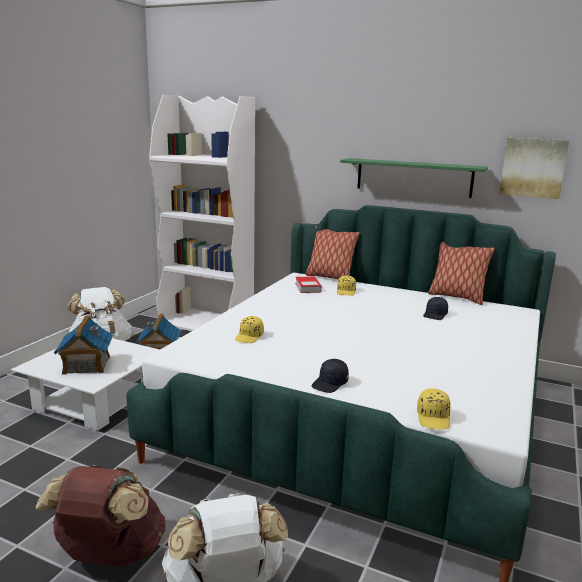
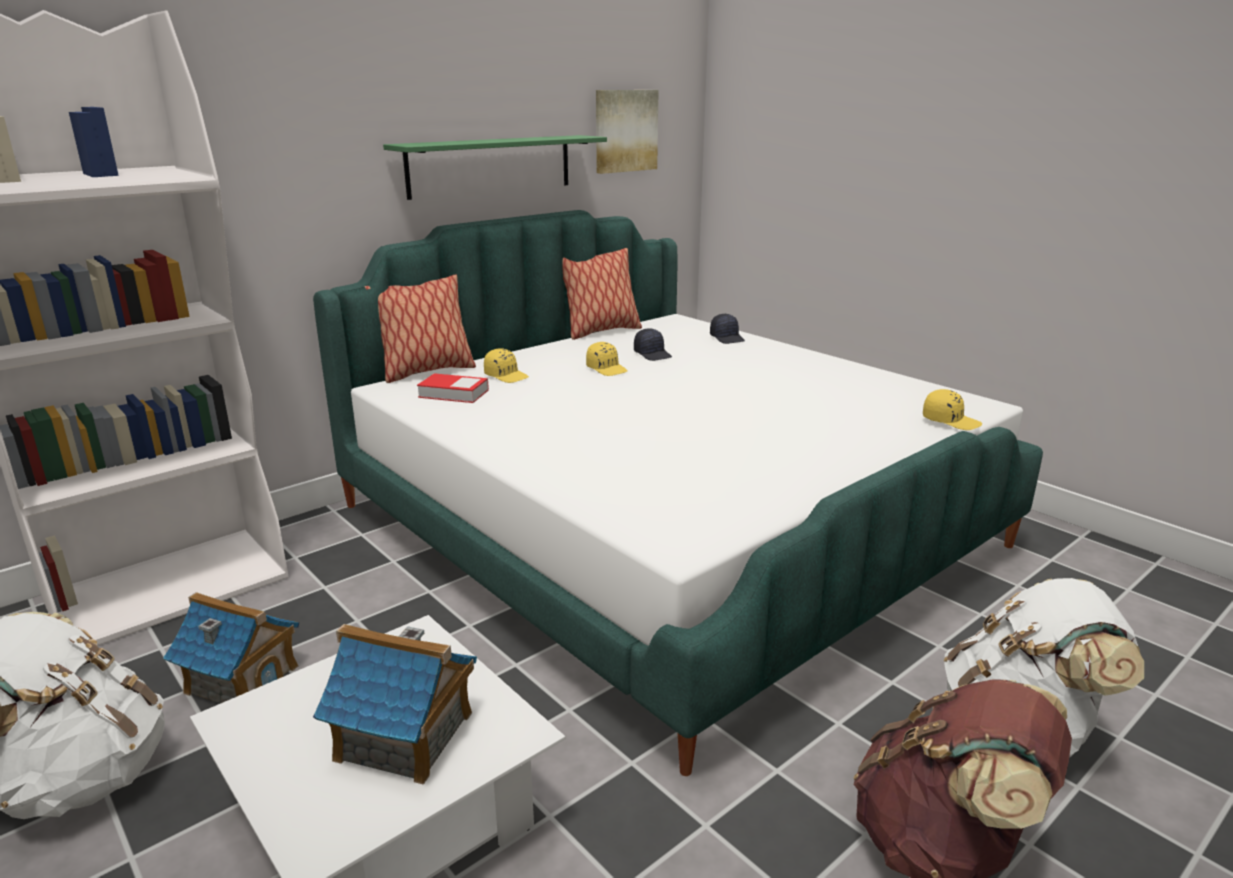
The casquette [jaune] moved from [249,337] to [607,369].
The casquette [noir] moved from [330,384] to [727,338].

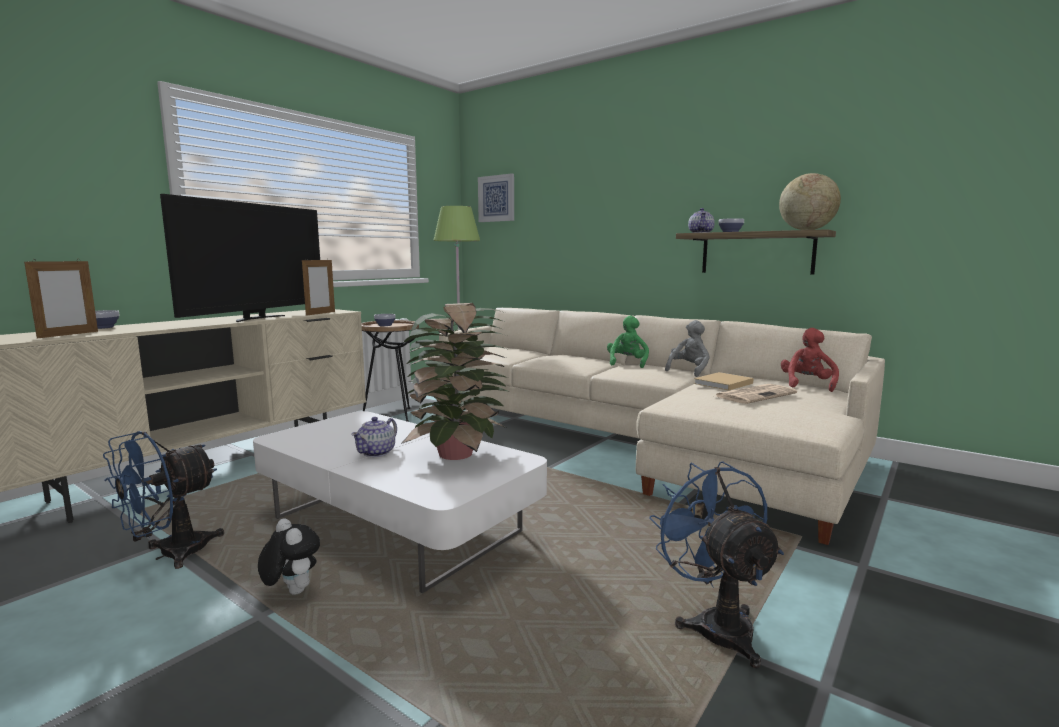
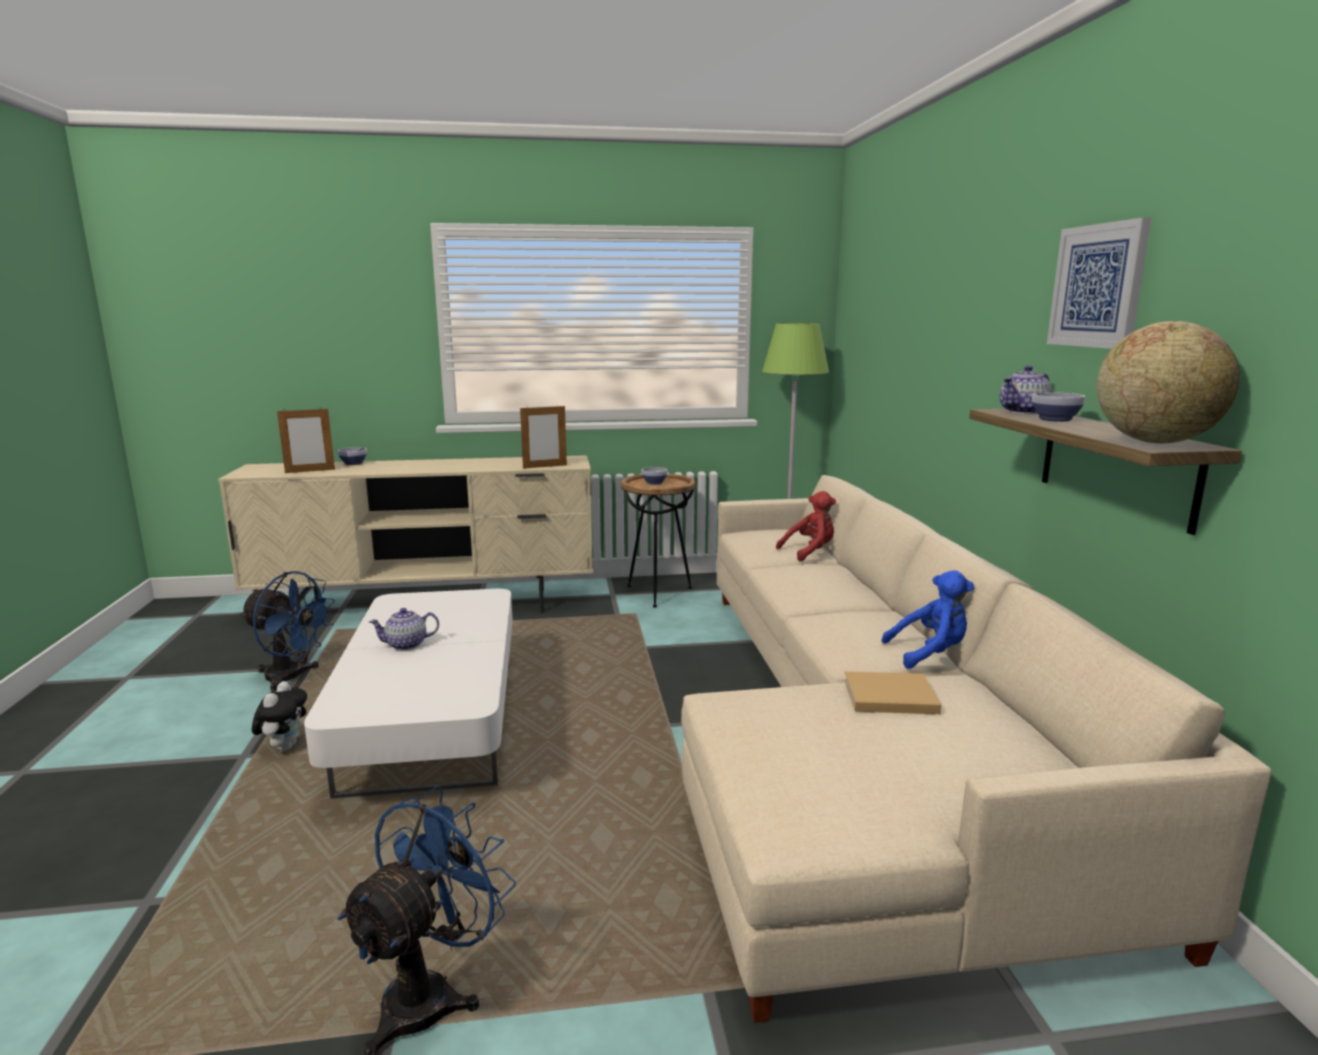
The ventilateur [bleu] at [170,554] turned 150 degrees counterclockwise.
The peluche [rouge] moved from [807,385] to [810,552].
The peluche [gris] at [688,371] became the peluche [bleu] at [930,654].
The tableau moved from [496,198] to [1098,286].
The téléviseur at [257,318] disappeared.
The plante en pot at [457,455] disappeared.
The peluche [vert] at [627,363] disappeared.
The journal at [755,395] disappeared.

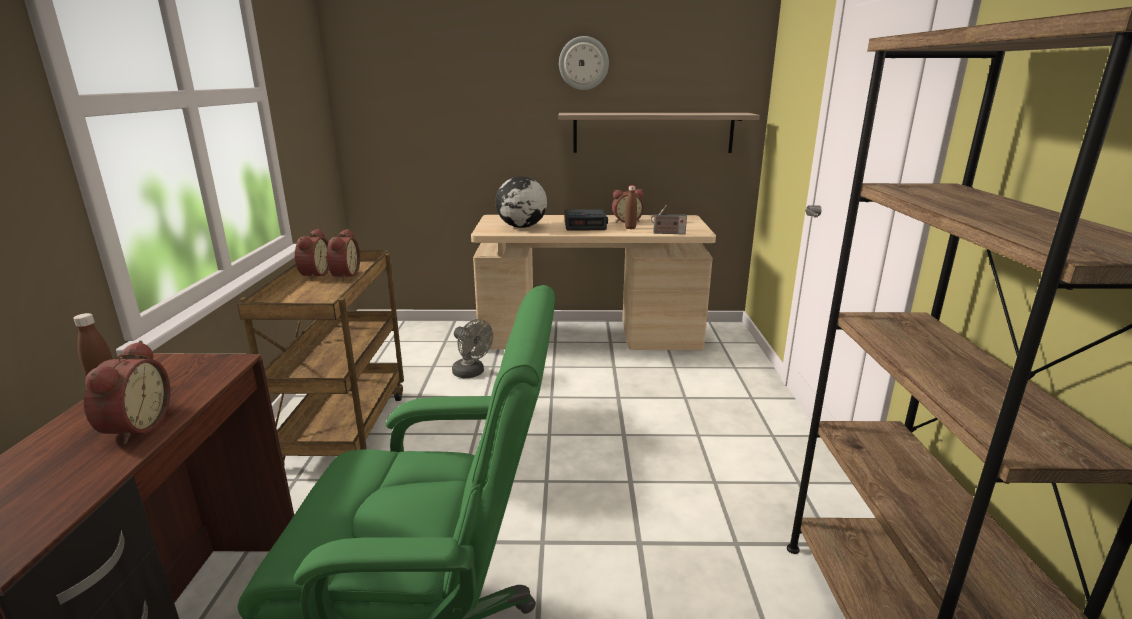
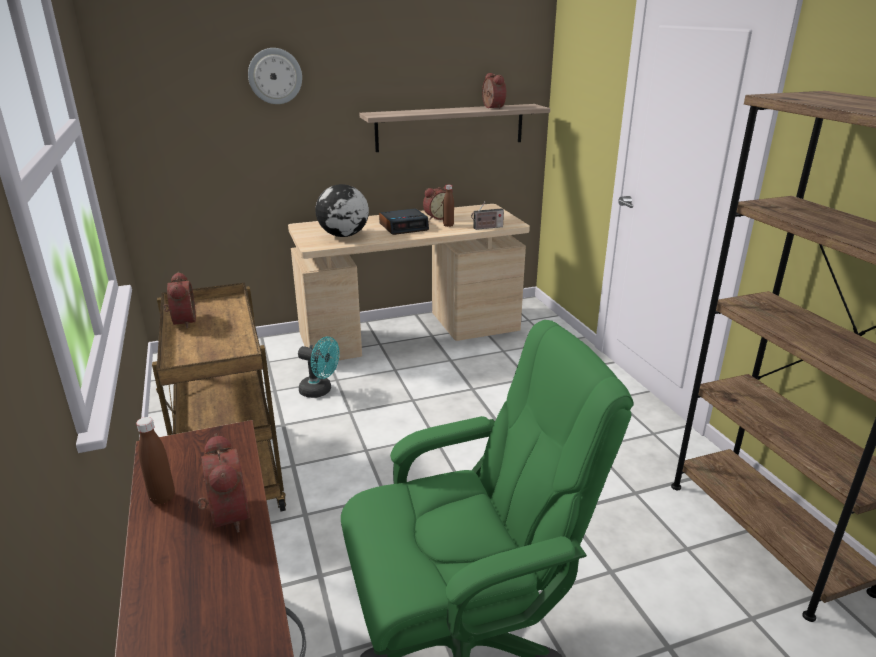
The horloge murale moved from [583,63] to [275,76].
The ventilateur [gris] at [472,373] became the ventilateur [turquoise] at [320,391].
The réveil moved from [344,275] to [491,107].

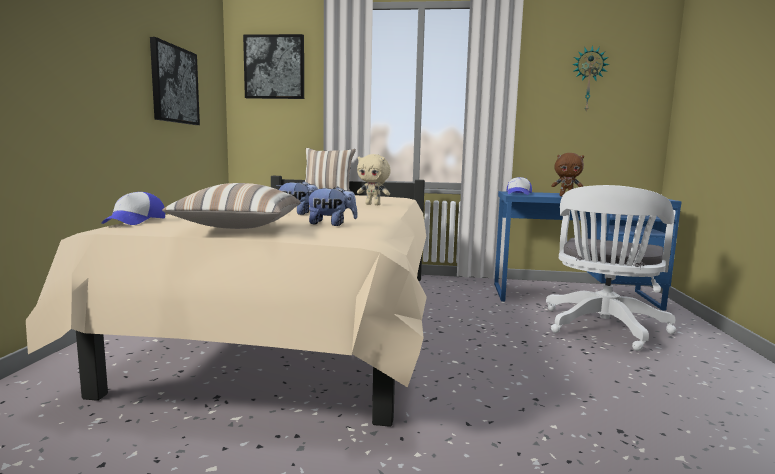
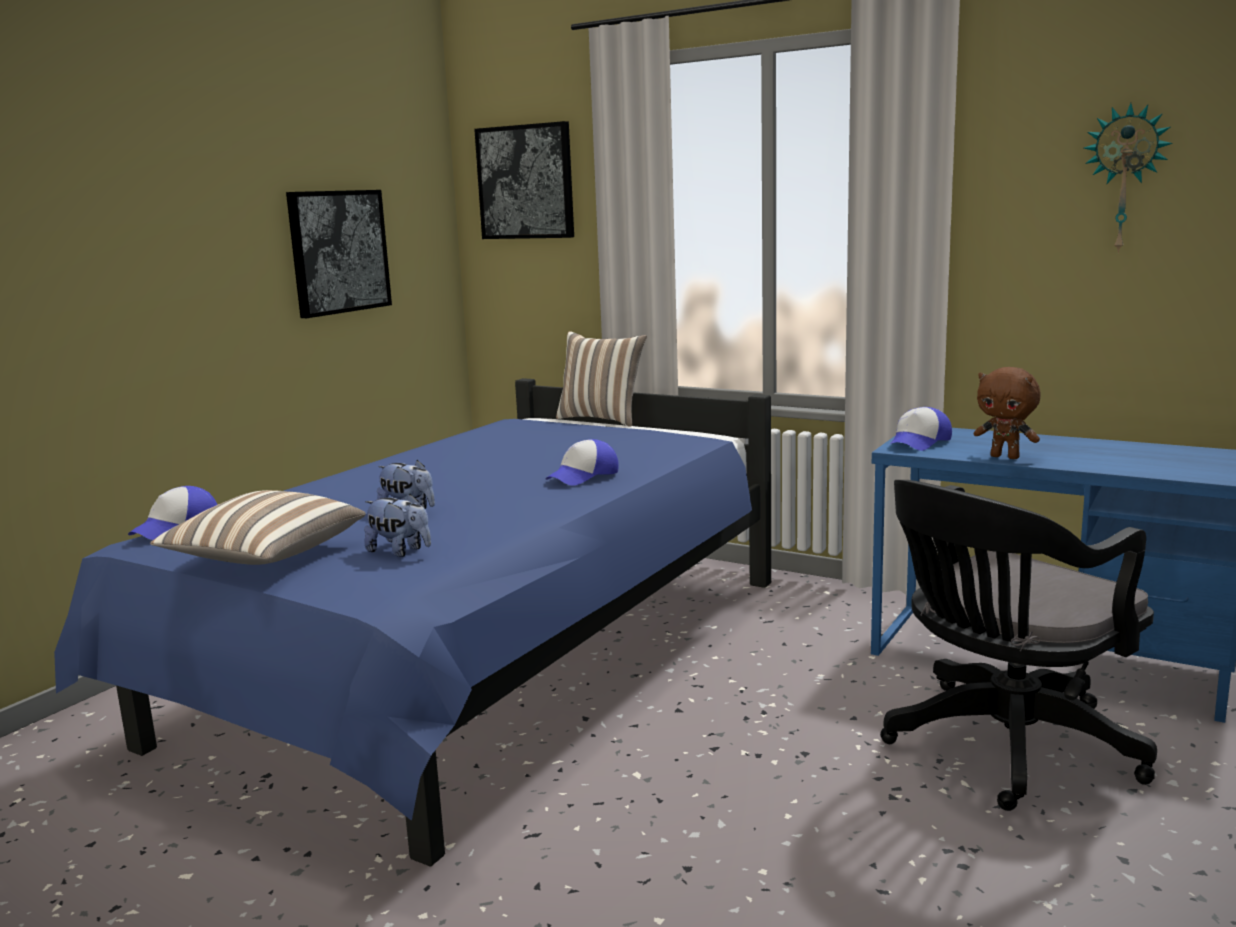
The lit [beige] at [305,324] became the lit [bleu] at [482,664].
The peluche [beige] at [373,204] was replaced by the casquette at [583,476].
The chaise de bureau [blanc] at [603,328] became the chaise de bureau [noir] at [1003,748].

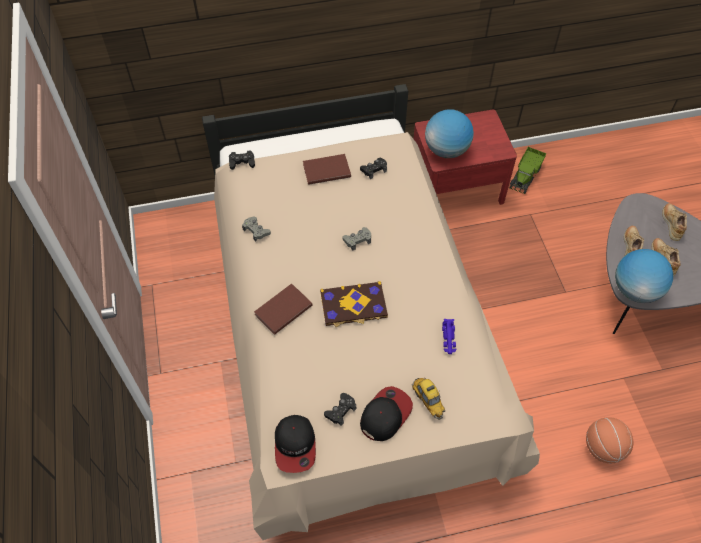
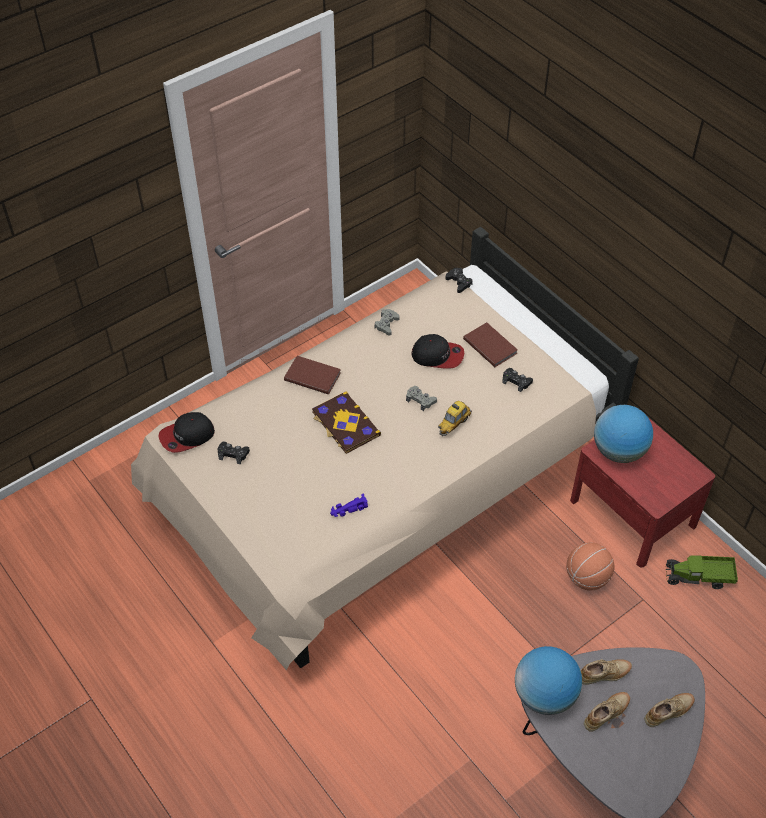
The casquette moved from [385,414] to [437,355].
The petite voiture moved from [428,400] to [454,424].
The ballon de basket moved from [603,447] to [587,577].

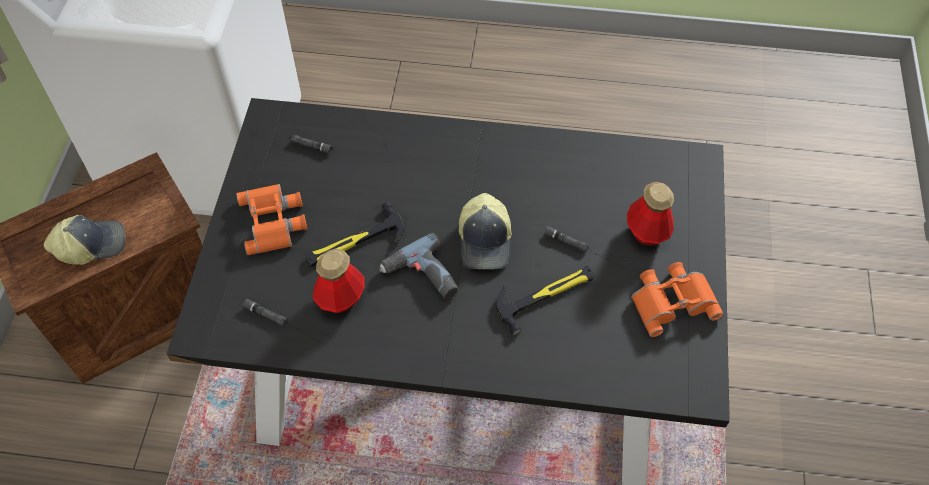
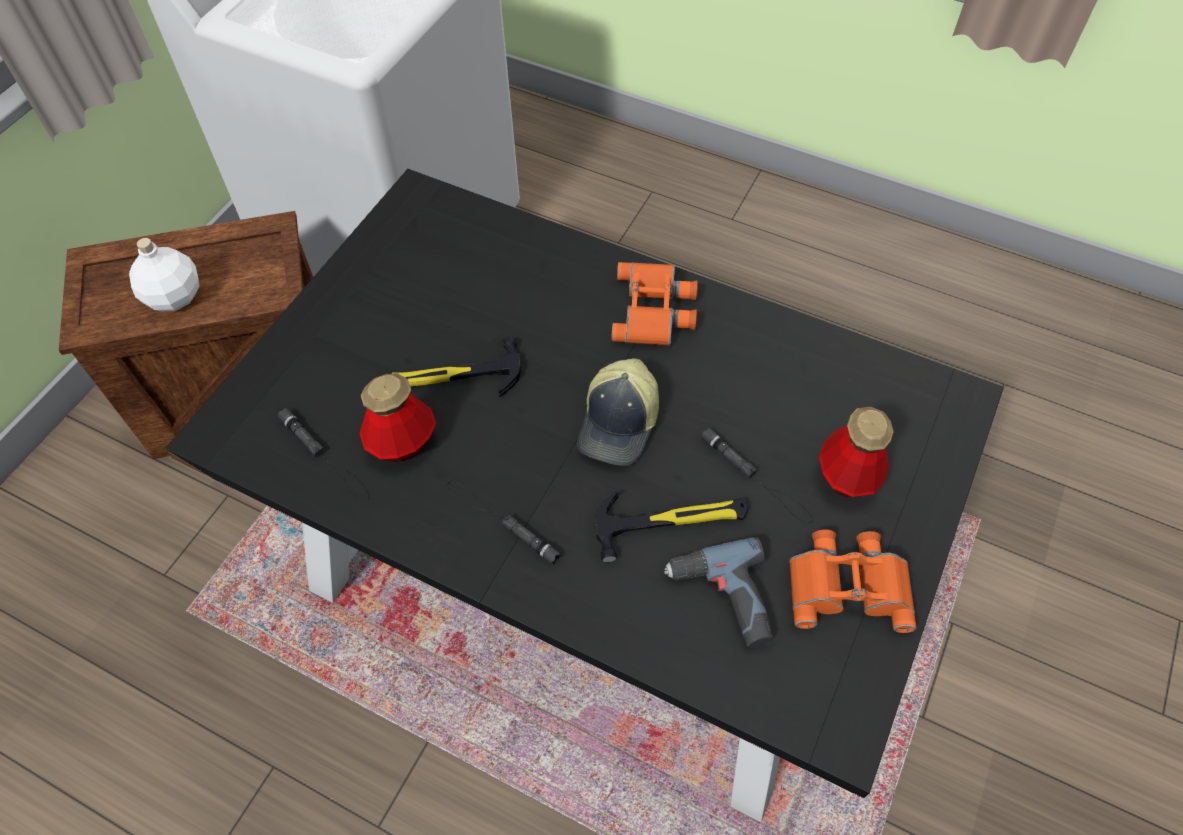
The casquette at [91,244] was replaced by the bouteille [blanc] at [174,296].
The lampe de poche [noir] moved from [290,141] to [501,522].
The jumelles [orange] moved from [274,221] to [655,310].
The perceuse moved from [421,278] to [722,601].

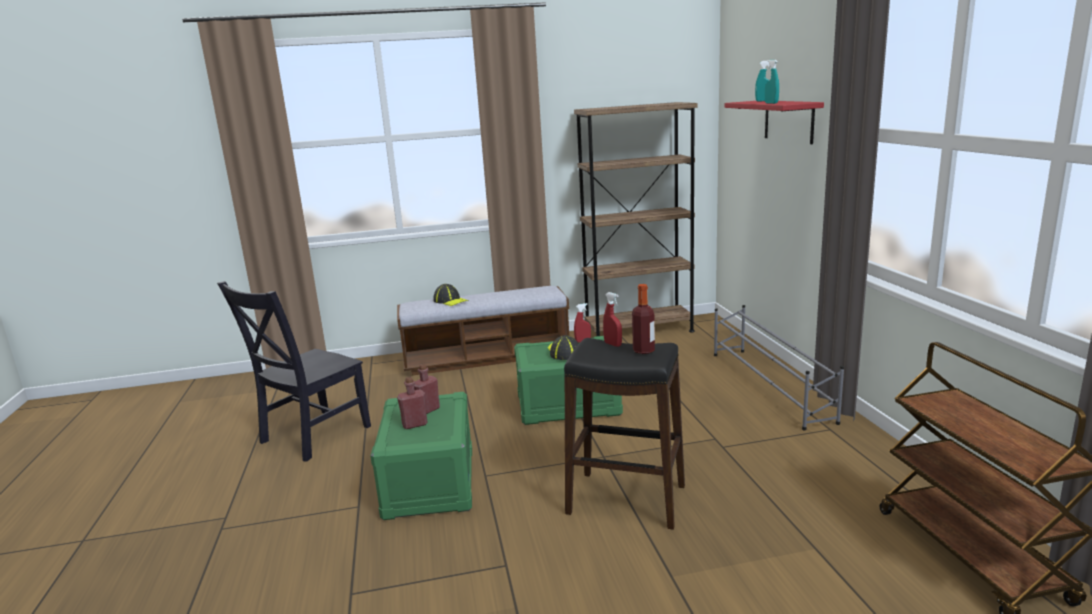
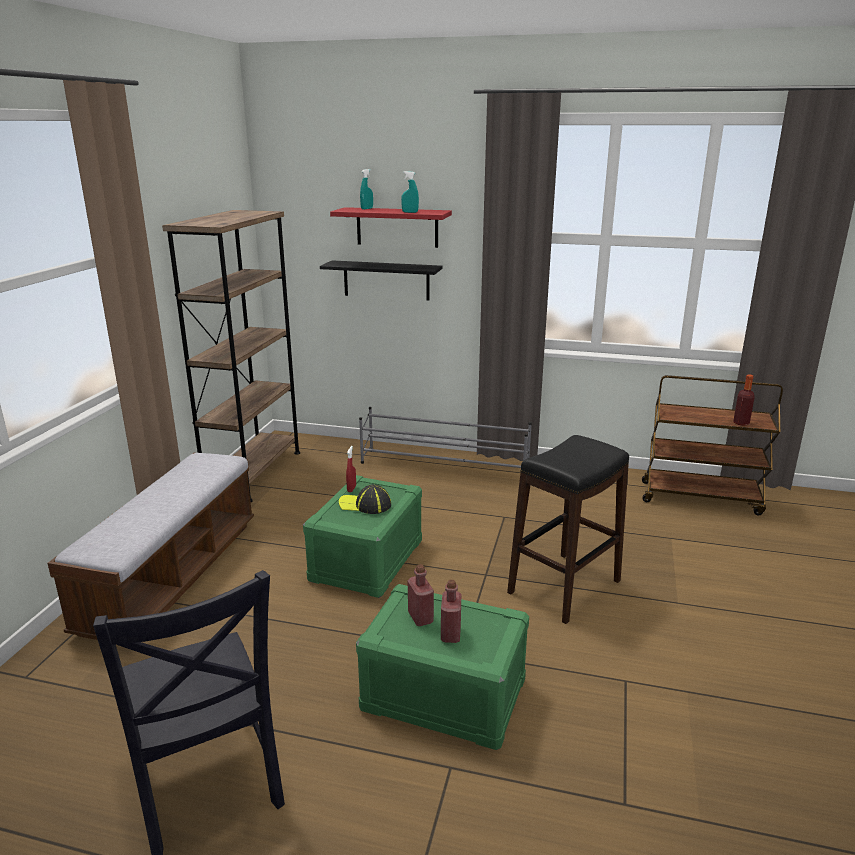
The étagère [noir] at [386,280] appeared.
The bouteille moved from [643,350] to [741,423].
The casquette at [450,301] disappeared.
The vaporisateur [rouge] at [613,344] disappeared.

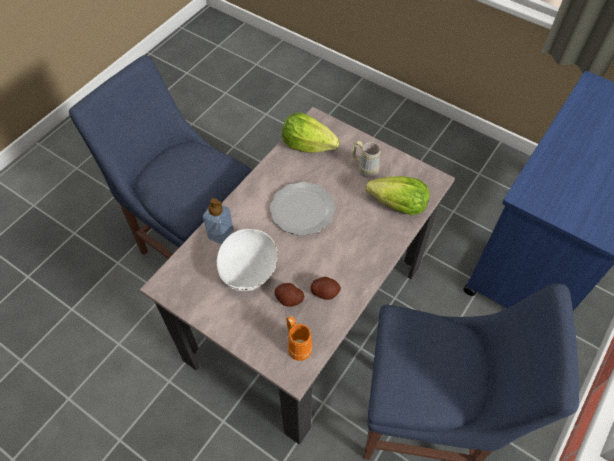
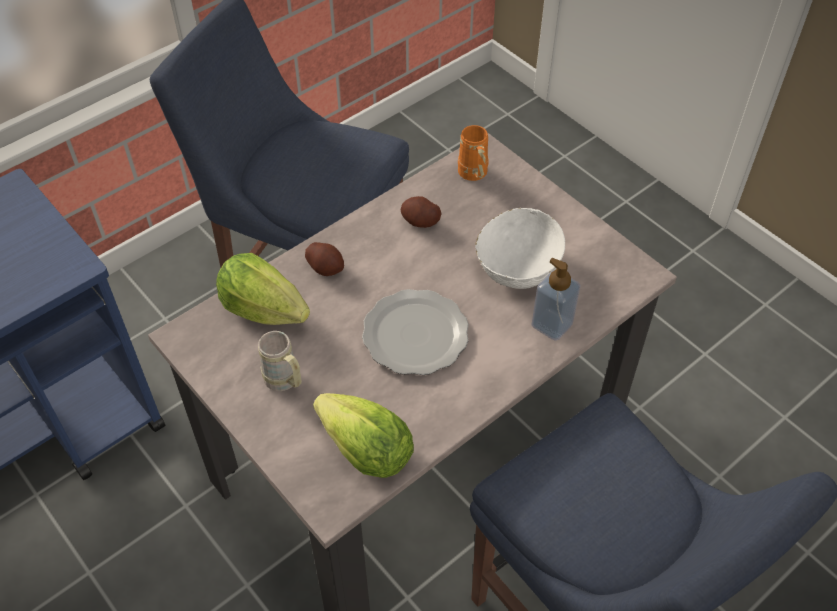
The pomme de terre moved from [289,299] to [326,267].

